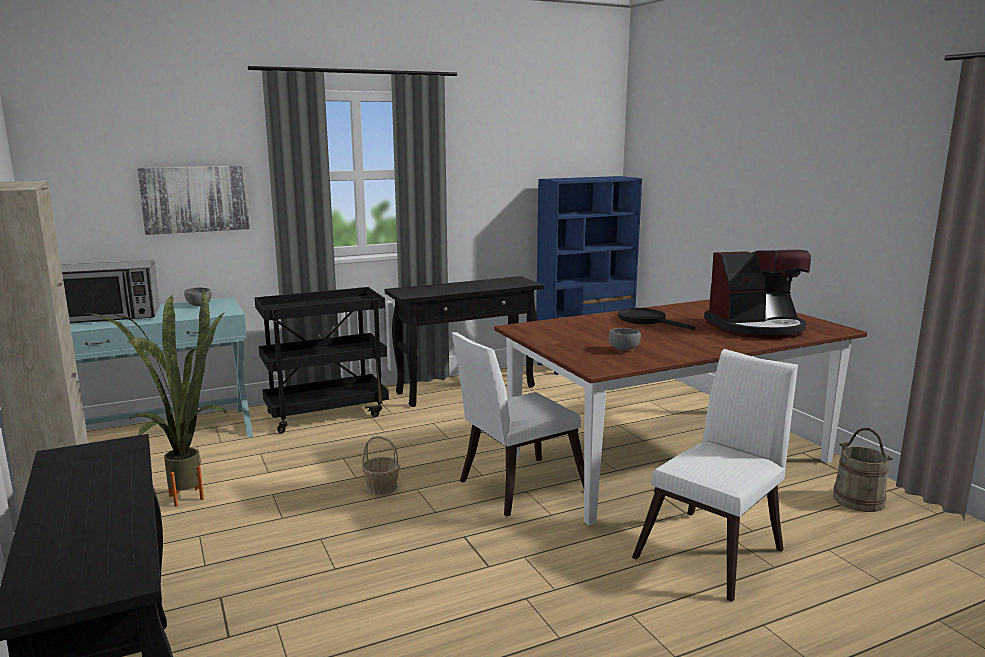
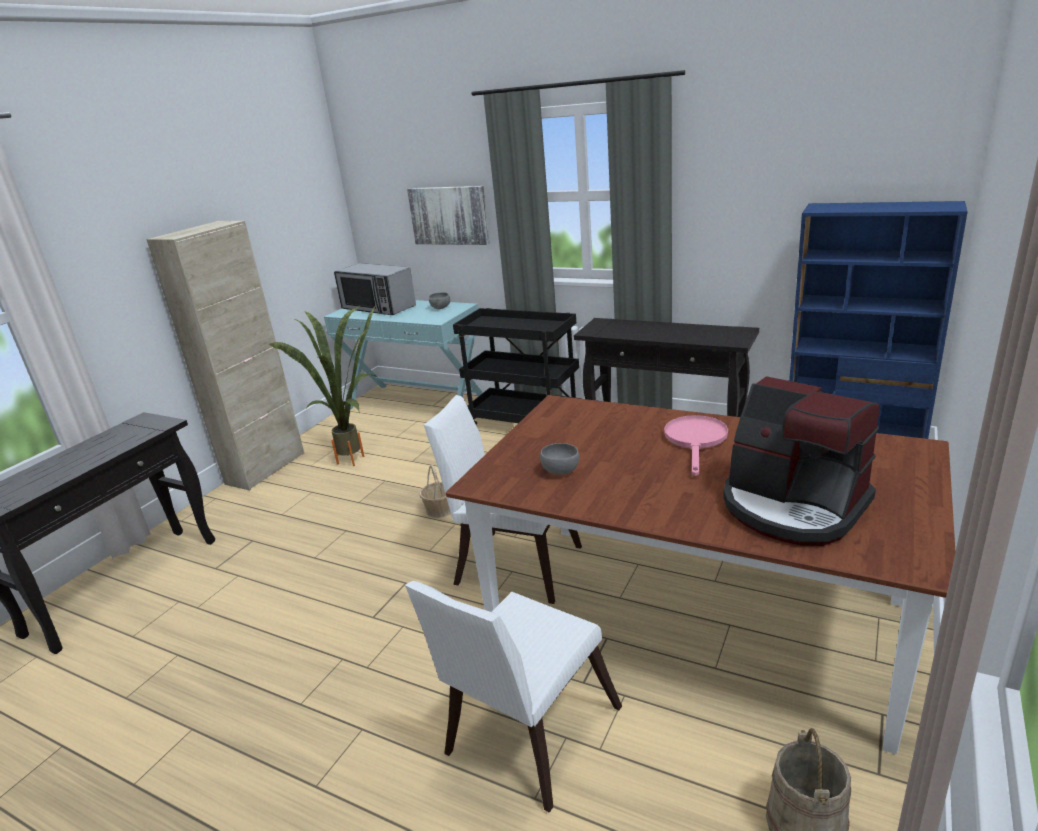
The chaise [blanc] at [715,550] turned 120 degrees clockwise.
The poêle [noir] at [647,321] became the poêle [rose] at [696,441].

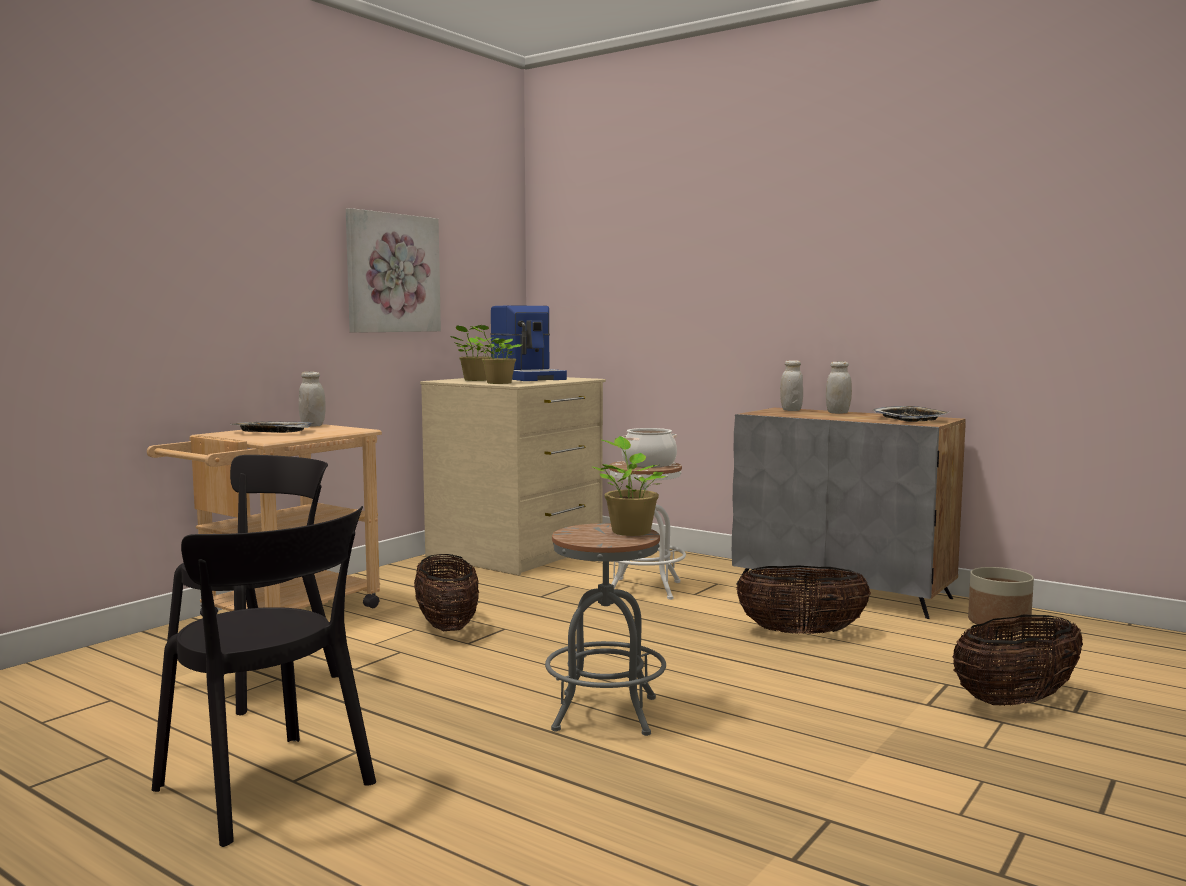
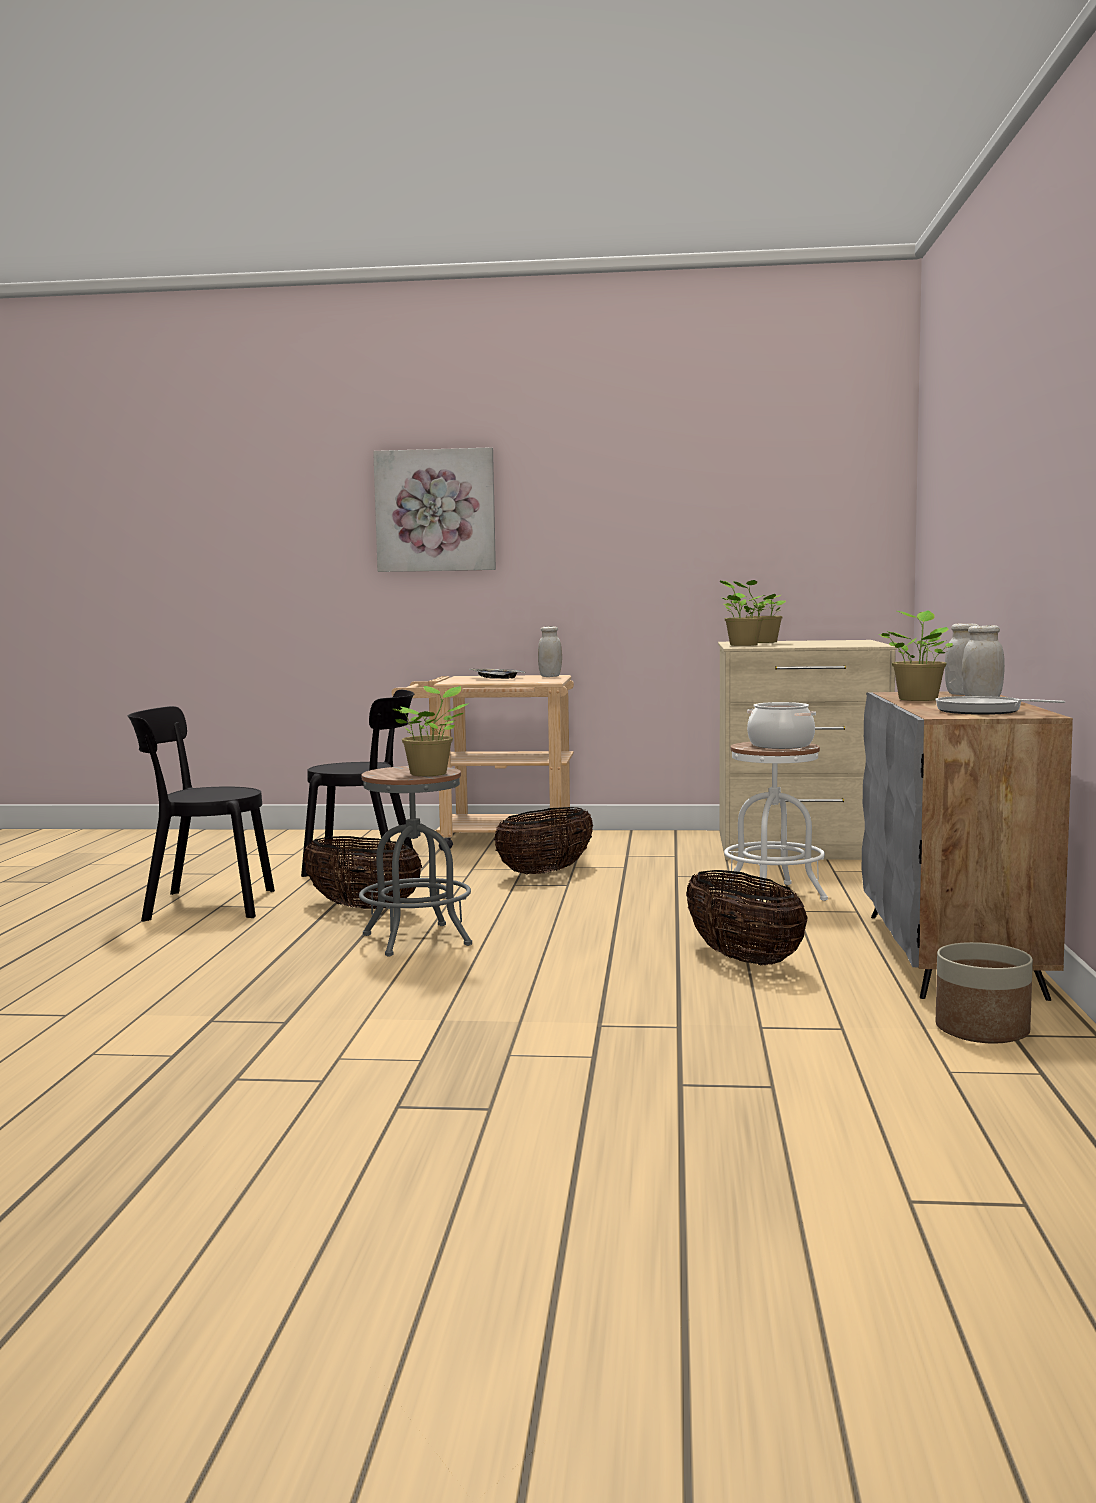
The chaise [noir] at [269,790] turned 75 degrees clockwise.
The panier moved from [1016,701] to [363,908].
The tableau moved from [392,273] to [435,510].
The plante en pot at [918,699] appeared.
The plateau at [910,419] was replaced by the poêle at [983,711].
The machine à café at [528,378] disappeared.

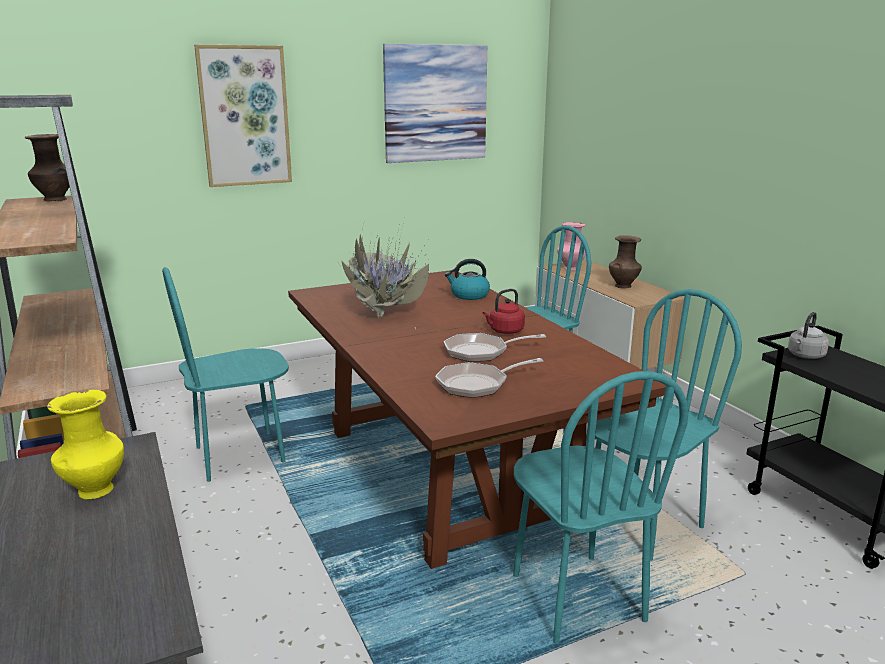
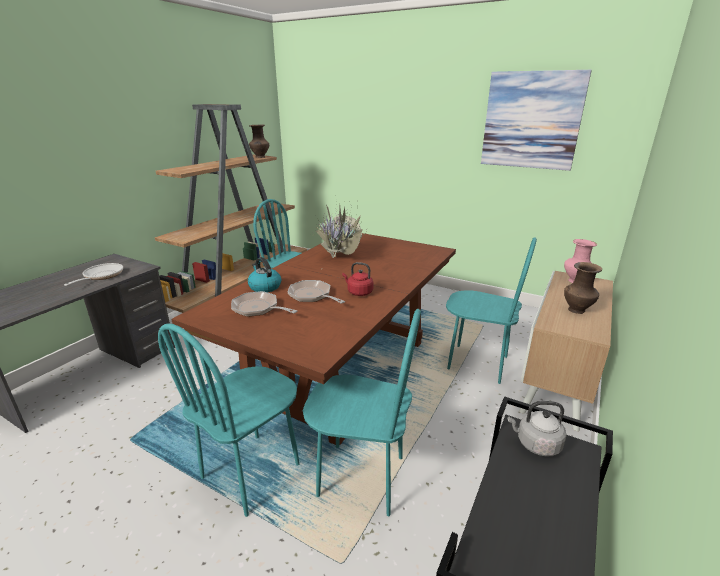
The vase [jaune] at [94,491] was replaced by the poêle at [101,276].
The bouilloire moved from [469,295] to [264,287].
The tableau at [245,116] disappeared.

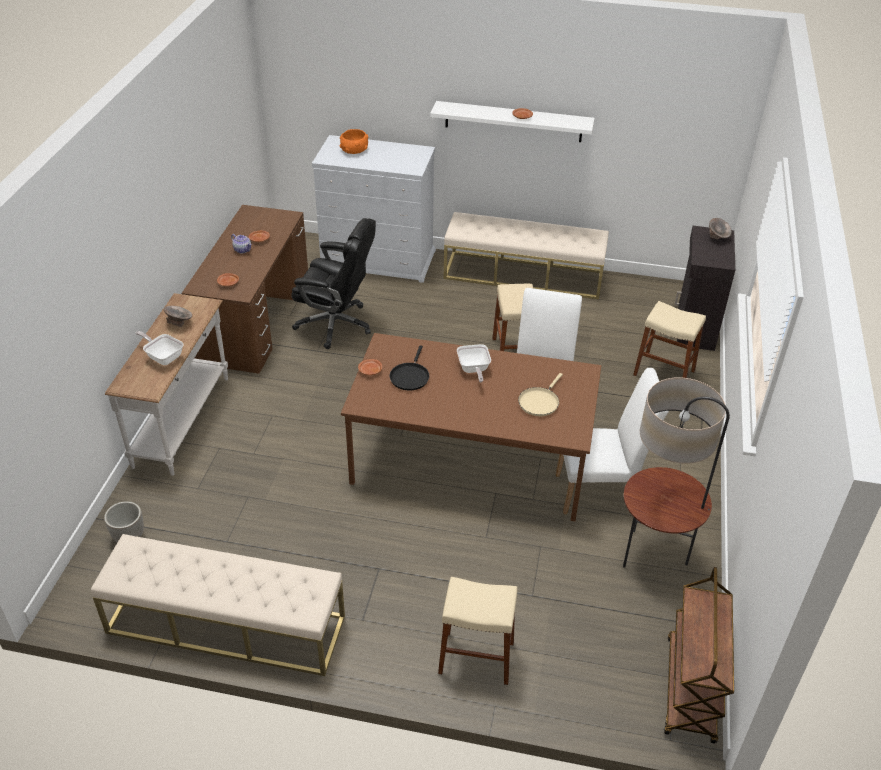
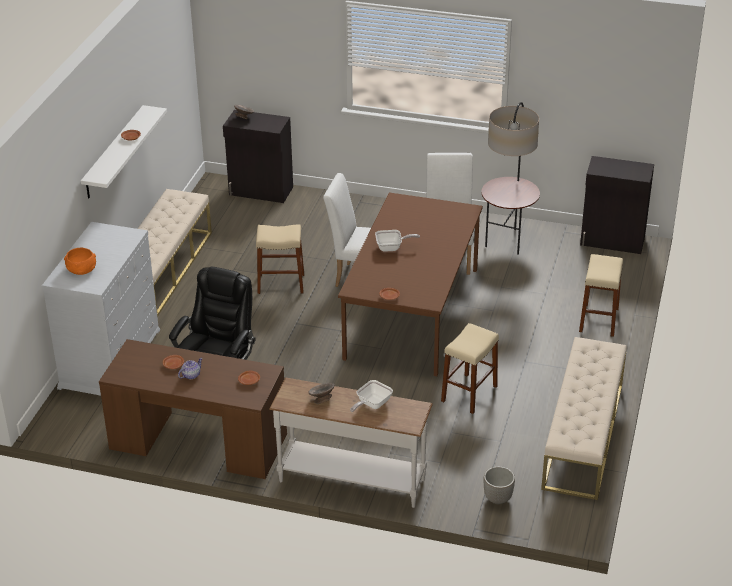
The tabouret [beige] moved from [664,373] to [469,393].
The chariot [marron] at [690,690] was replaced by the meuble de rangement [noir] at [612,241].
The poêle [noir] at [410,376] disappeared.
The poêle [beige] at [539,402] disappeared.

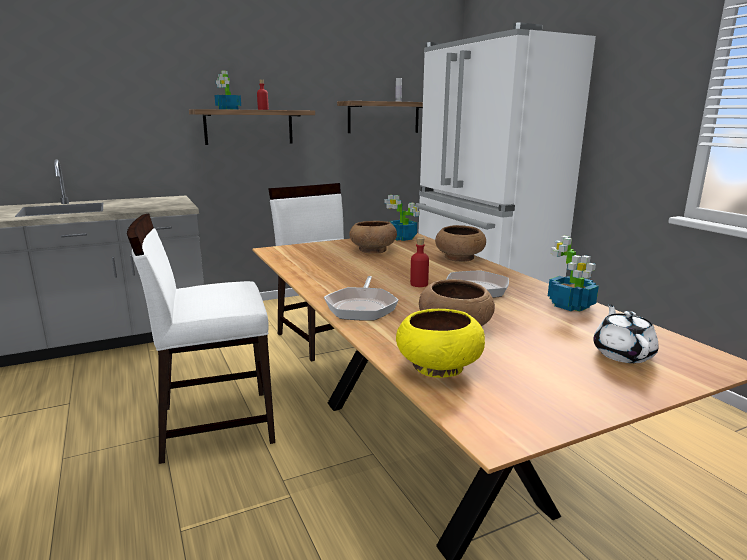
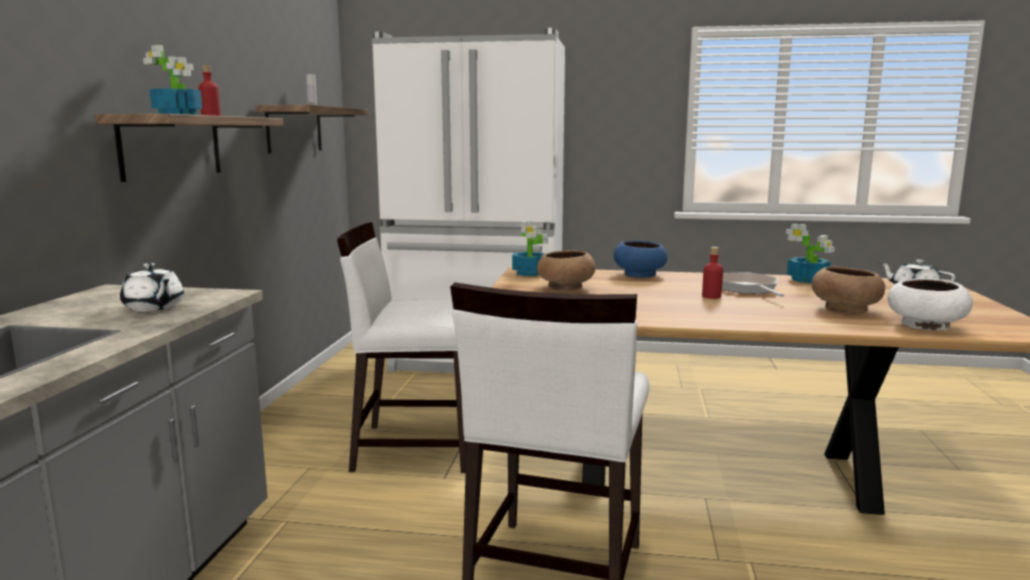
The théière [blanc] at [154,307] appeared.
The bol [marron] at [459,258] became the bol [bleu] at [640,275].
The bol [jaune] at [437,367] became the bol [blanc] at [925,325].
The poêle at [362,307] disappeared.

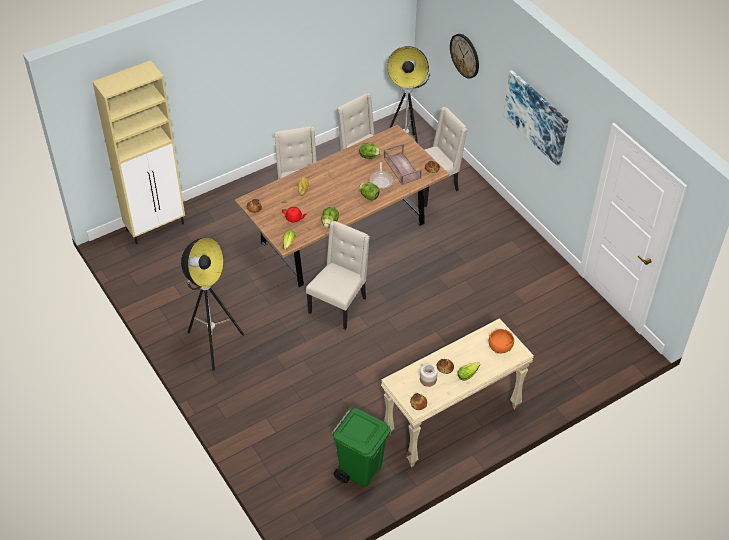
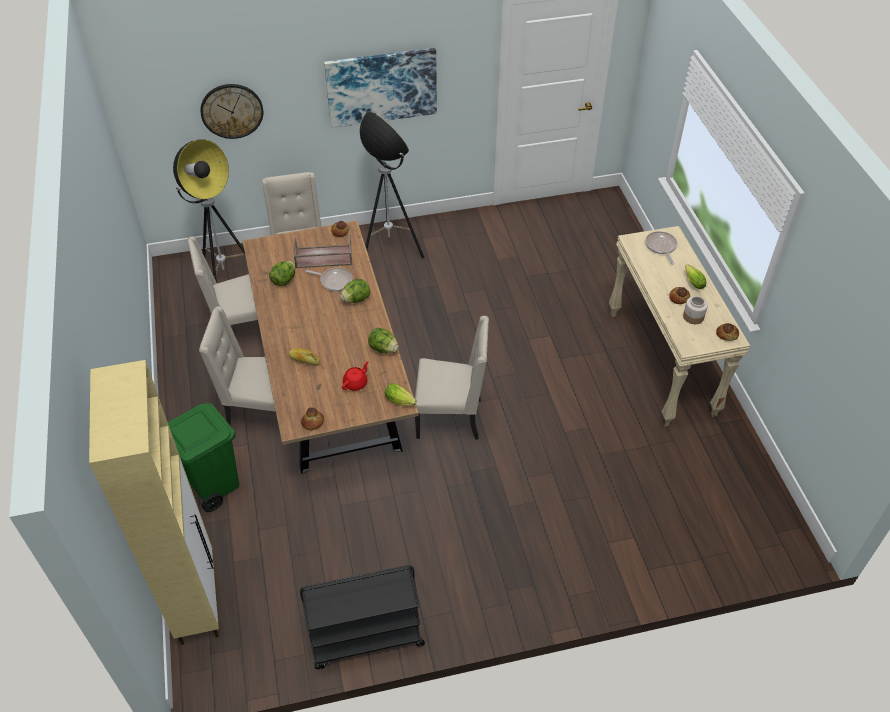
The poubelle [vert] moved from [360,470] to [212,485].
The chariot [noir] at [365,638] appeared.
The lampadaire moved from [213,344] to [389,252].
The chaise [beige] at [339,305] turned 135 degrees clockwise.
The bol [orange] at [500,347] was replaced by the poêle at [661,247].

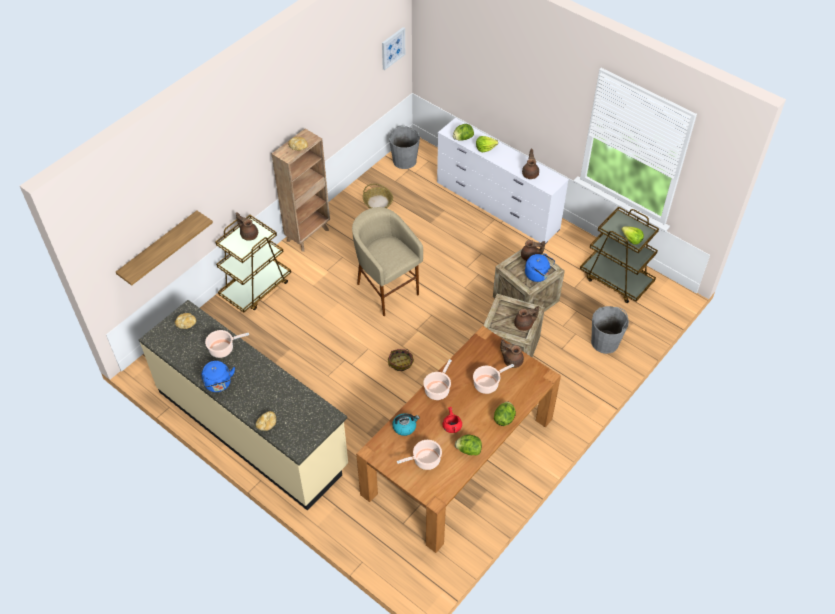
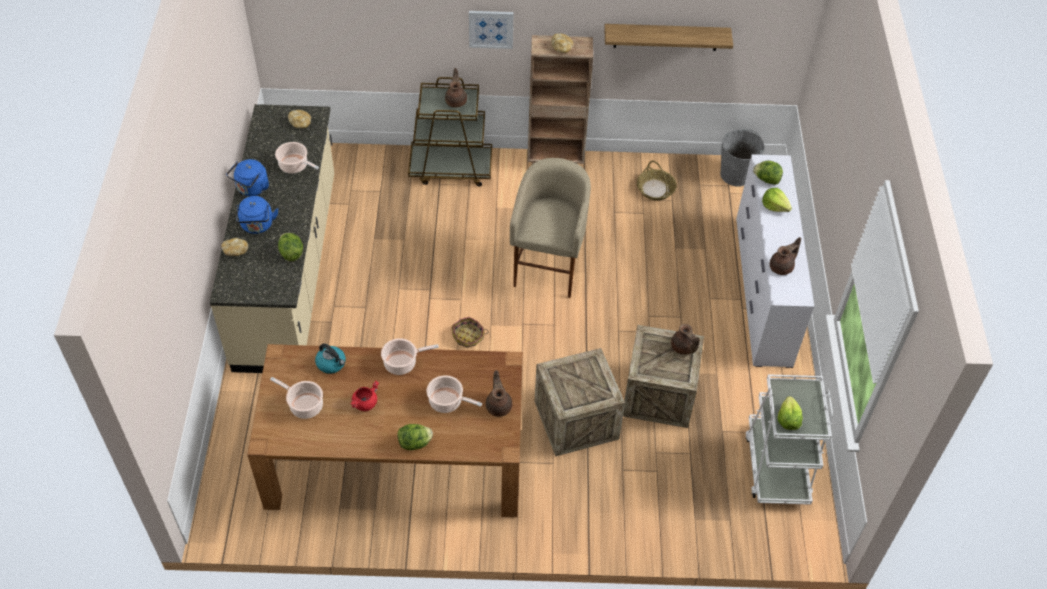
The bouilloire [bleu] moved from [538,275] to [257,226].
The laitue moved from [468,450] to [291,253].
The tableau moved from [392,48] to [491,28].
The étagère moved from [159,248] to [666,37].
The chariot [marron] at [616,279] became the chariot [blanc] at [777,466].
The théière [marron] at [524,325] disappeared.
The seau [gris] at [605,342] disappeared.

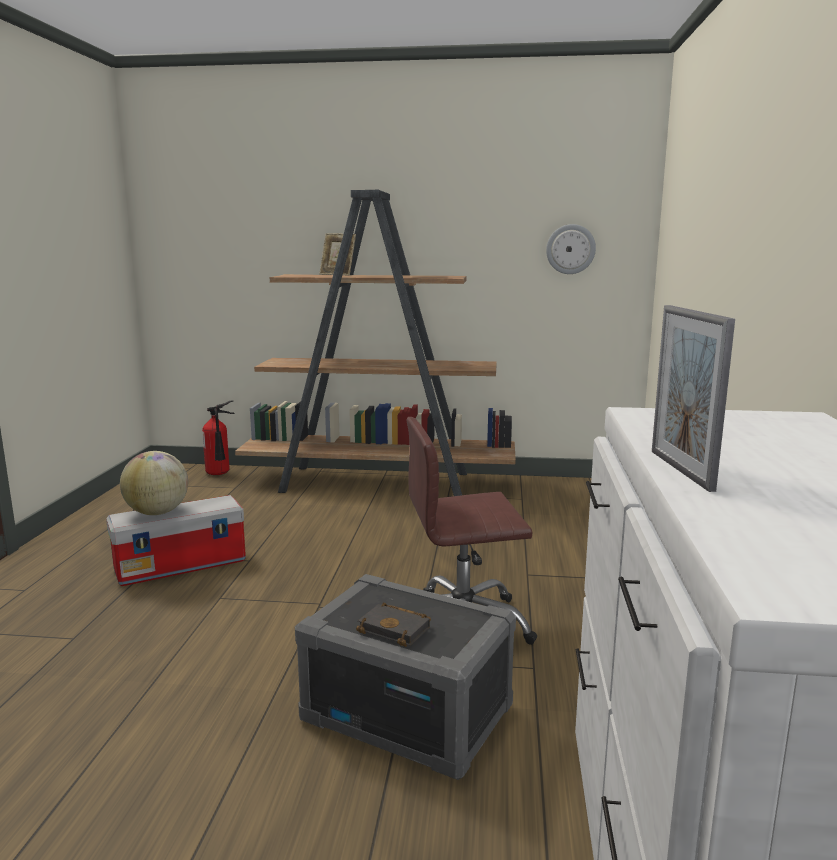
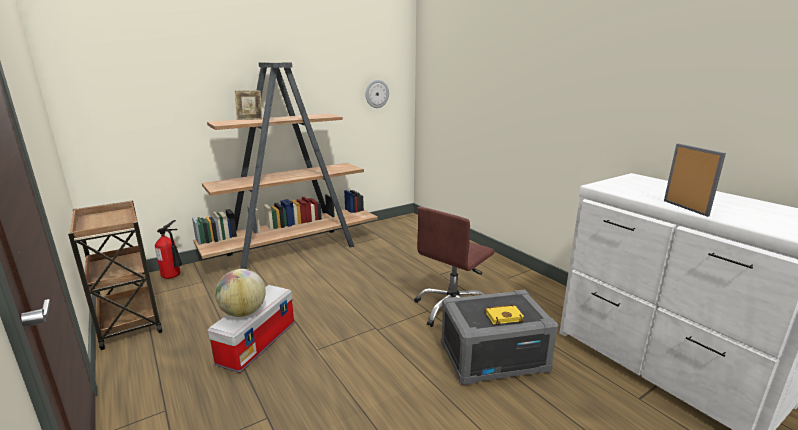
The chariot [marron] at [129,320] appeared.
The livre [noir] at [397,629] became the livre [jaune] at [504,316].
The cadre photo at [680,470] turned 150 degrees counterclockwise.

